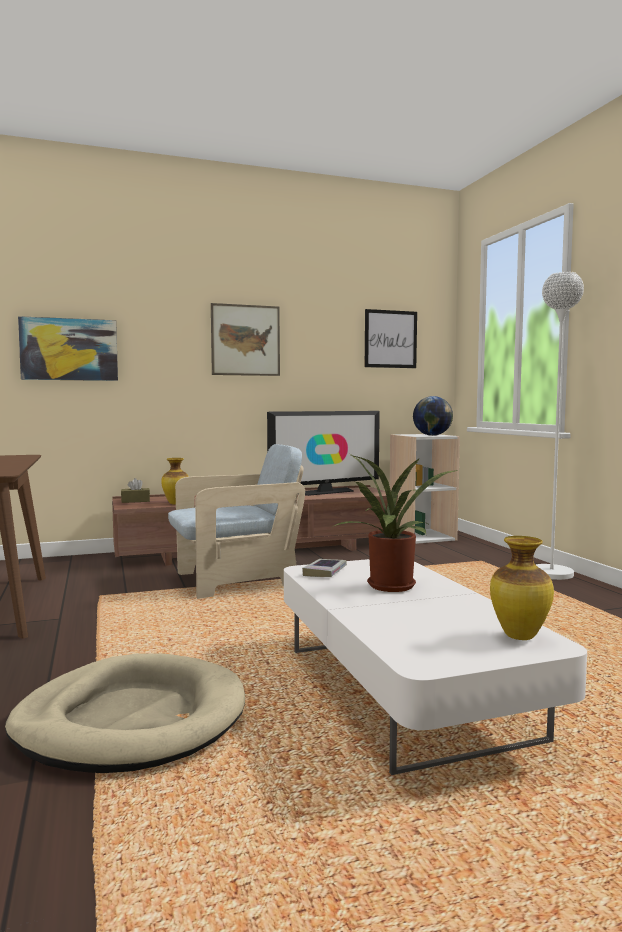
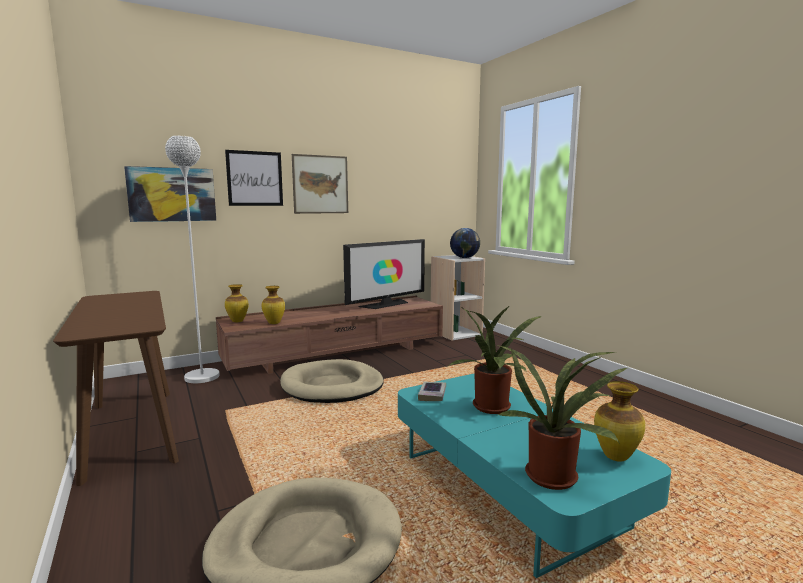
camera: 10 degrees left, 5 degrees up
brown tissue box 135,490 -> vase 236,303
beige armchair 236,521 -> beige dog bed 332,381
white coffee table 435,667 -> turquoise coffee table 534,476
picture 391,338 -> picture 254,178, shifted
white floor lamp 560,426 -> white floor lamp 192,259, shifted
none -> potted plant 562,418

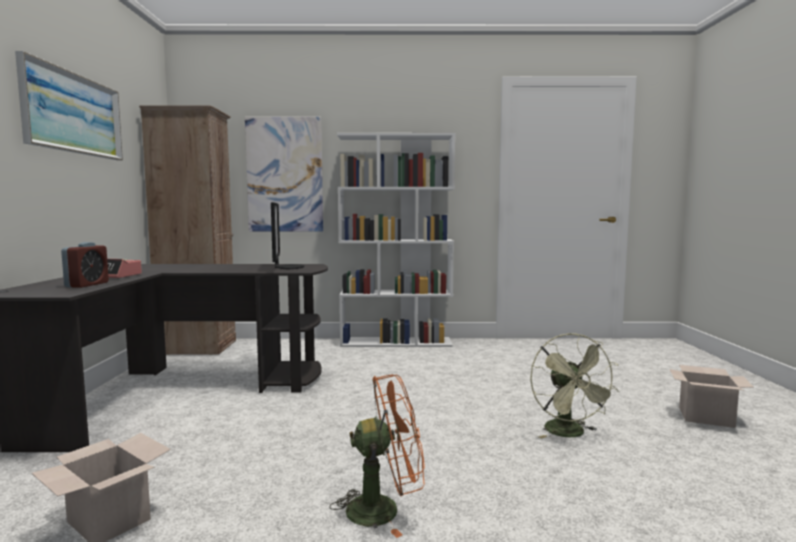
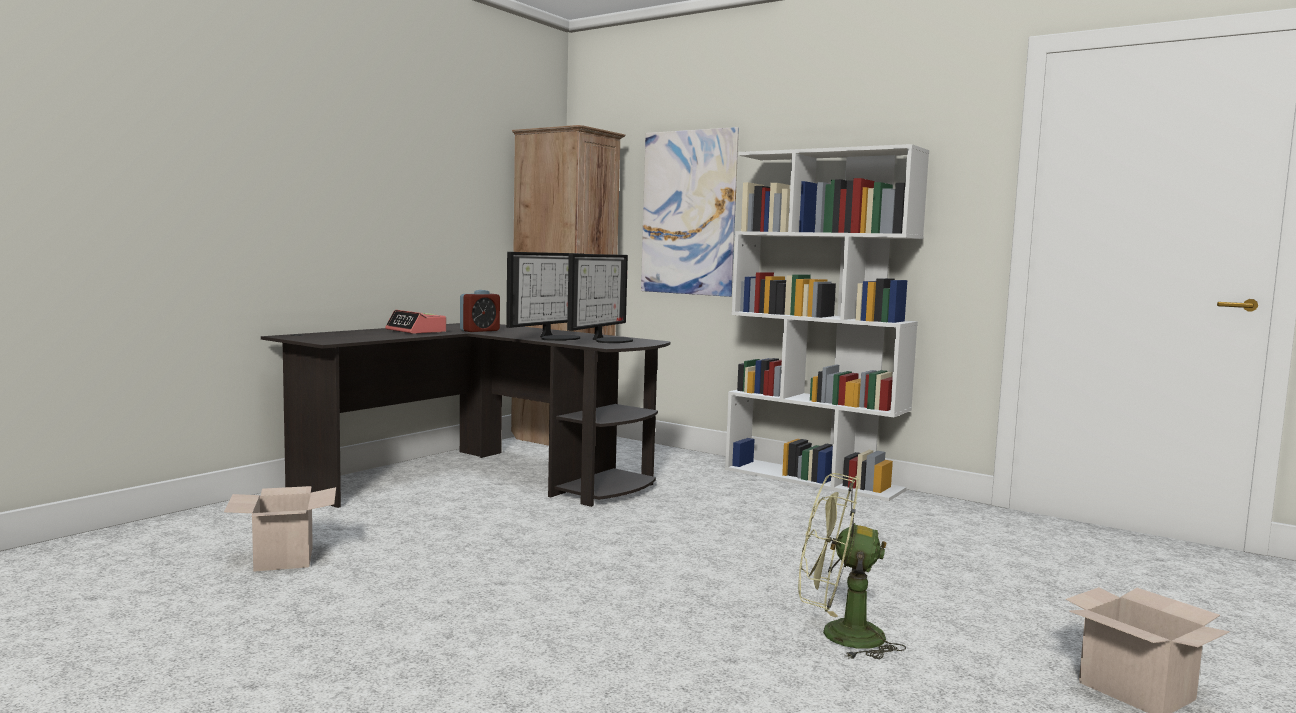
camera: 35 degrees right, 0 degrees up
picture 69,105 -> none
alarm clock 85,265 -> alarm clock 480,311, shifted
orange fan 377,456 -> none
green fan 574,386 -> green fan 852,566, 75 degrees clockwise
none -> monitor 544,296

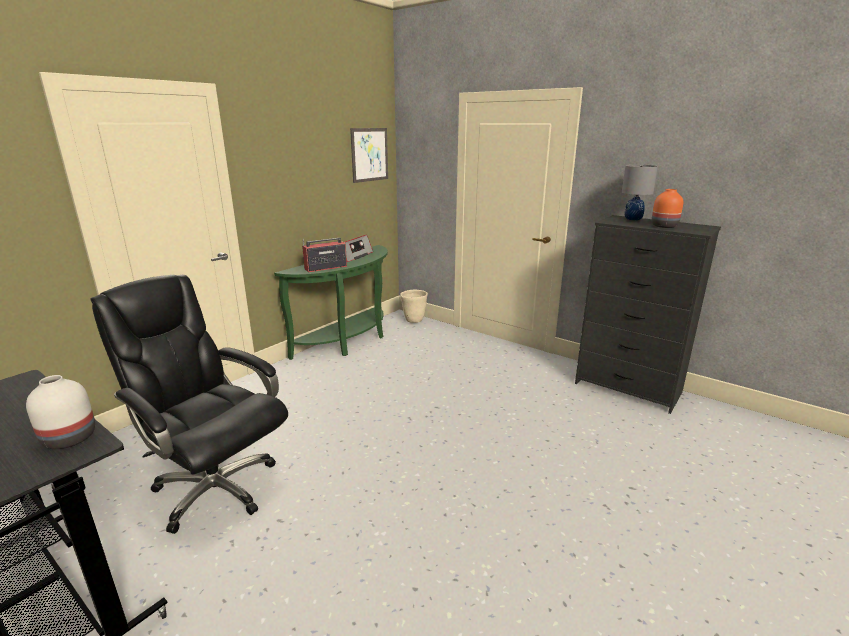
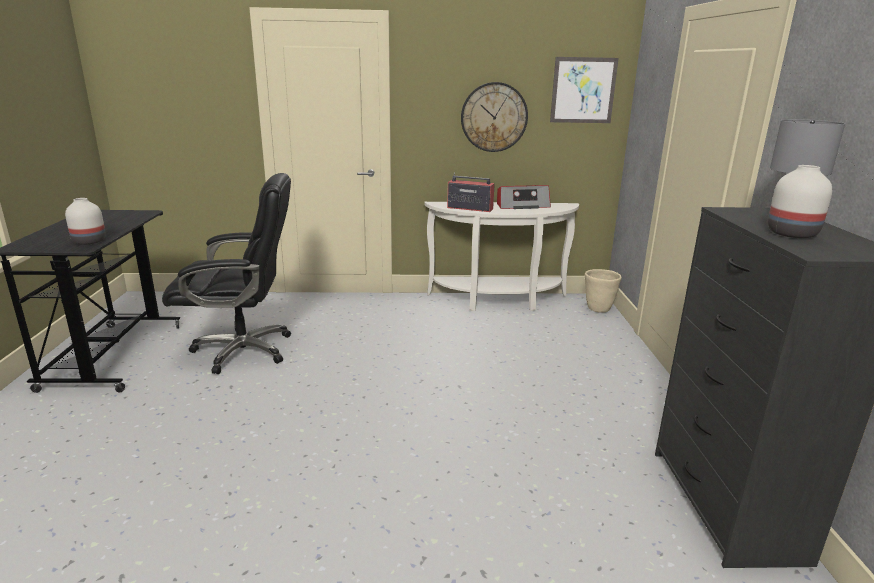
camera: 50 degrees right, 0 degrees up
black office chair 189,404 -> black office chair 226,273, 90 degrees clockwise
green console table 331,302 -> white console table 501,256
orange vase 667,208 -> white vase 800,201
none -> wall clock 494,117

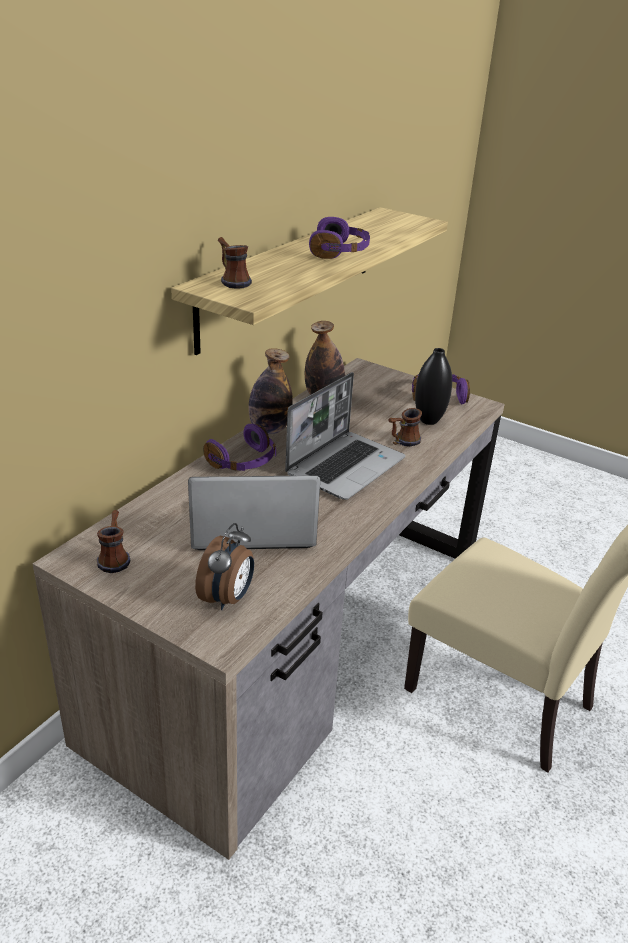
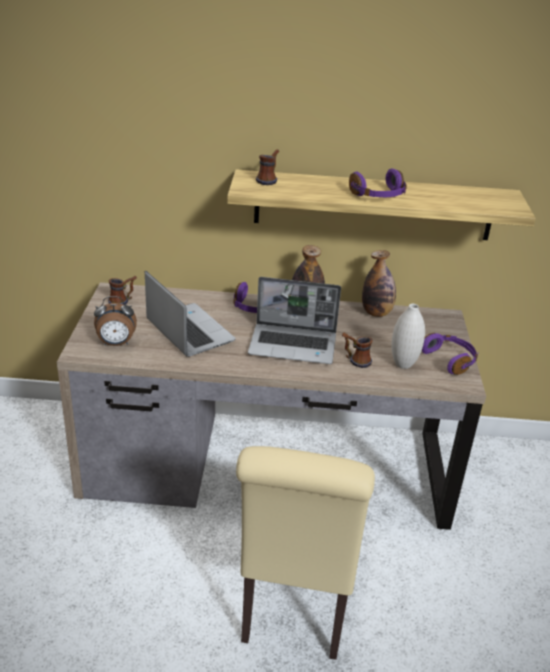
camera: 60 degrees right, 0 degrees up
black vase 433,386 -> white vase 408,336

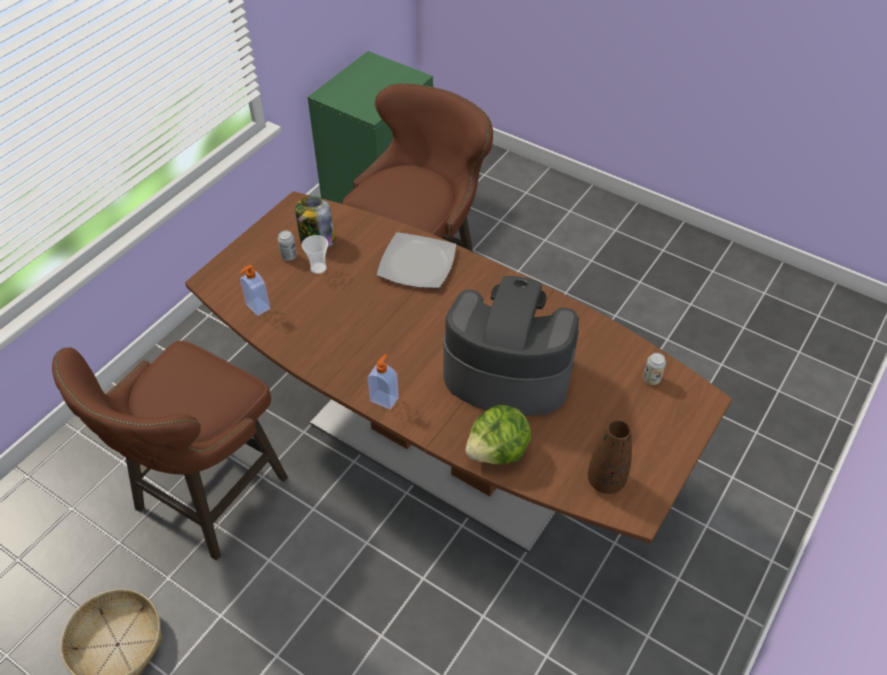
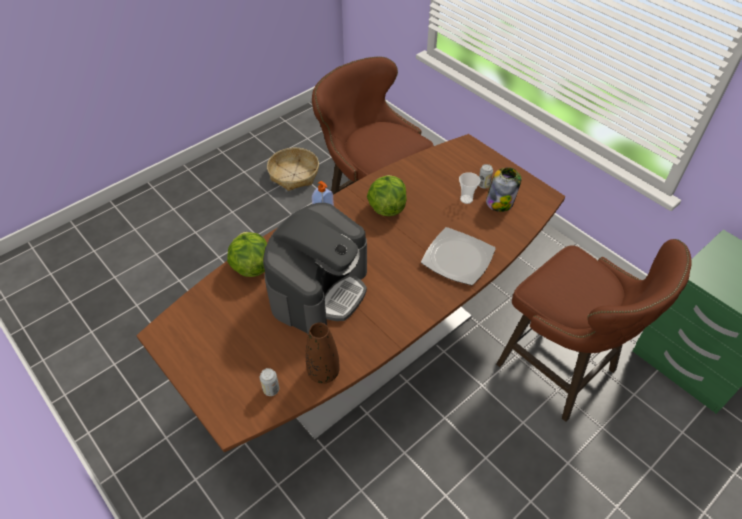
camera: 105 degrees right, 0 degrees up
soap dispenser 255,290 -> none
brown vase 610,457 -> brown vase 323,353, shifted
none -> lettuce 387,195

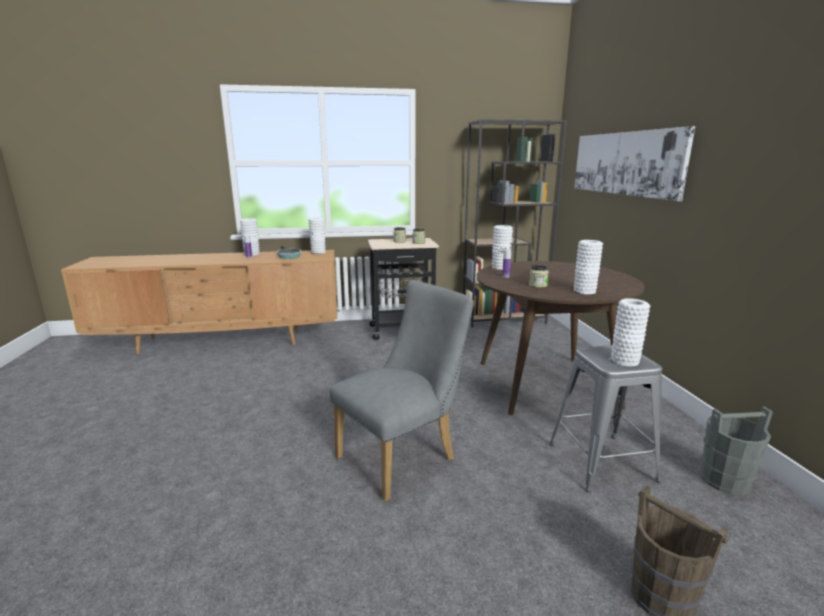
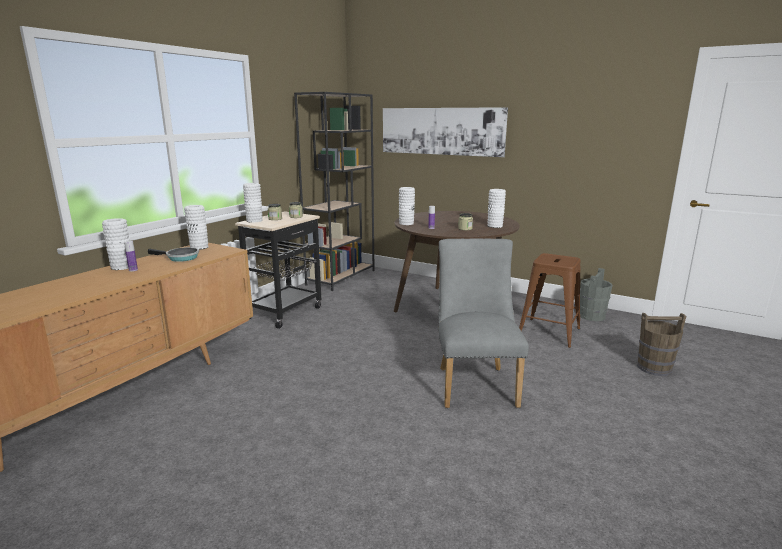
camera: 50 degrees left, 0 degrees up
grey stool 605,418 -> brown stool 550,300
white vase 630,332 -> white vase 253,202, shifted

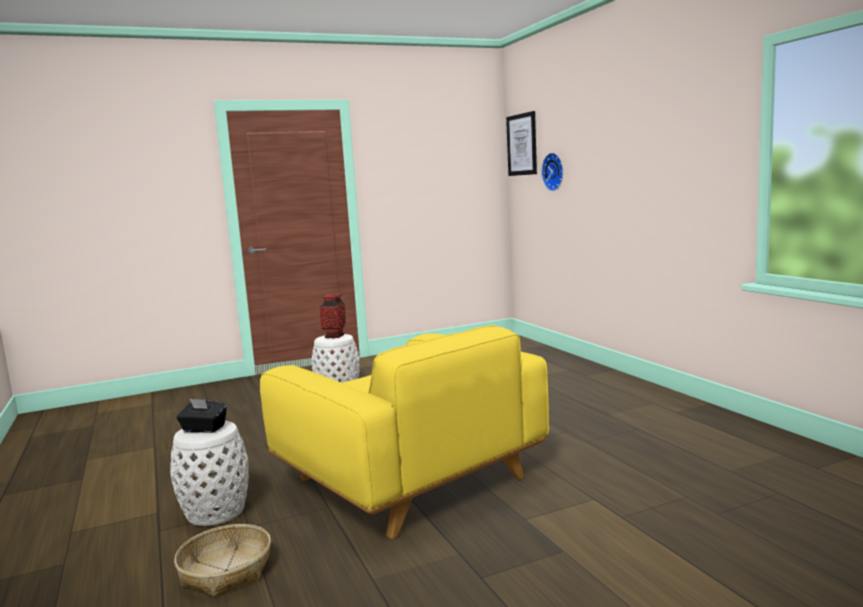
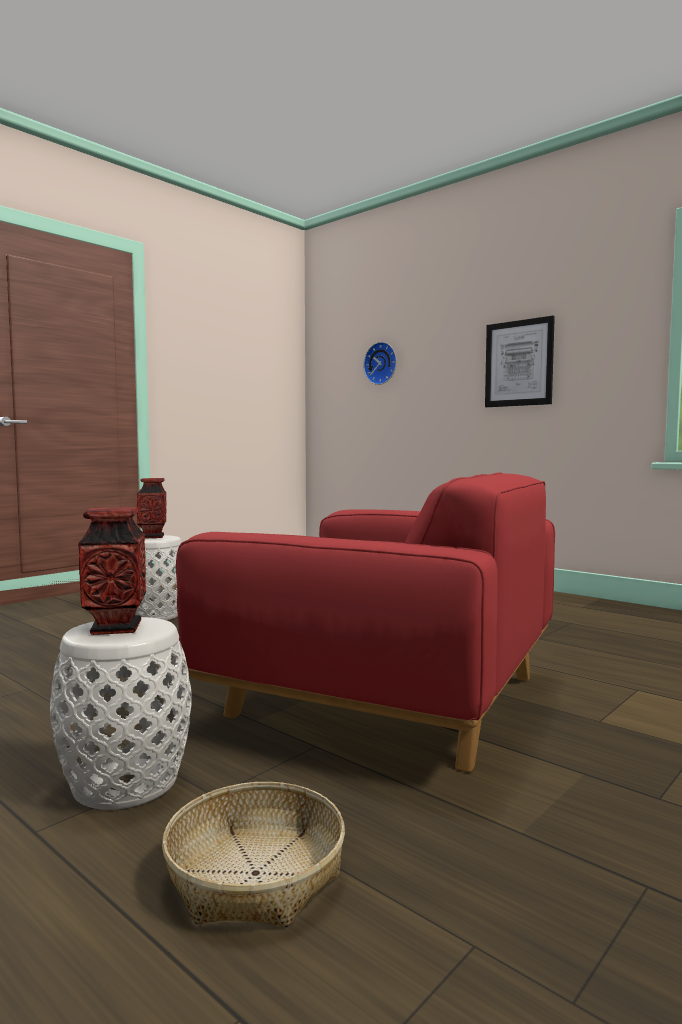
camera: 25 degrees left, 5 degrees down
black tissue box 202,416 -> vase 112,571
yellow armchair 404,432 -> red armchair 365,622
picture 521,143 -> picture 520,361, shifted

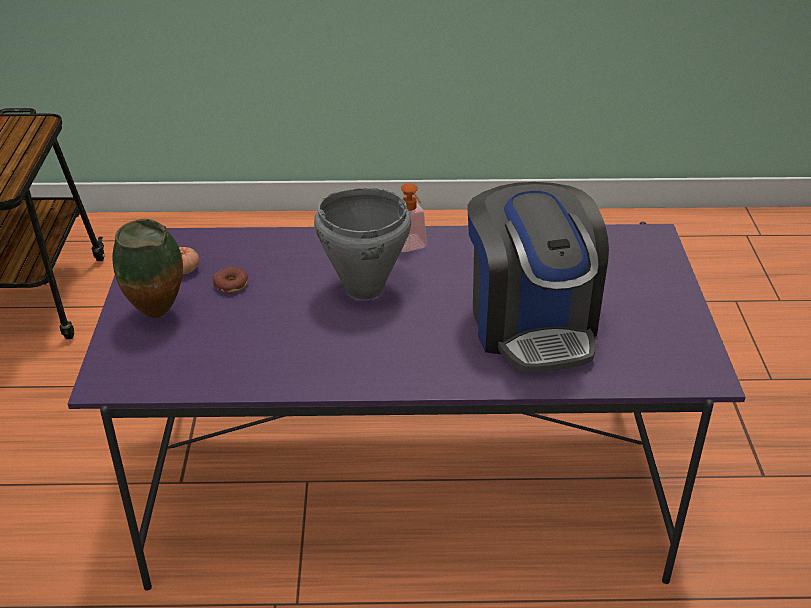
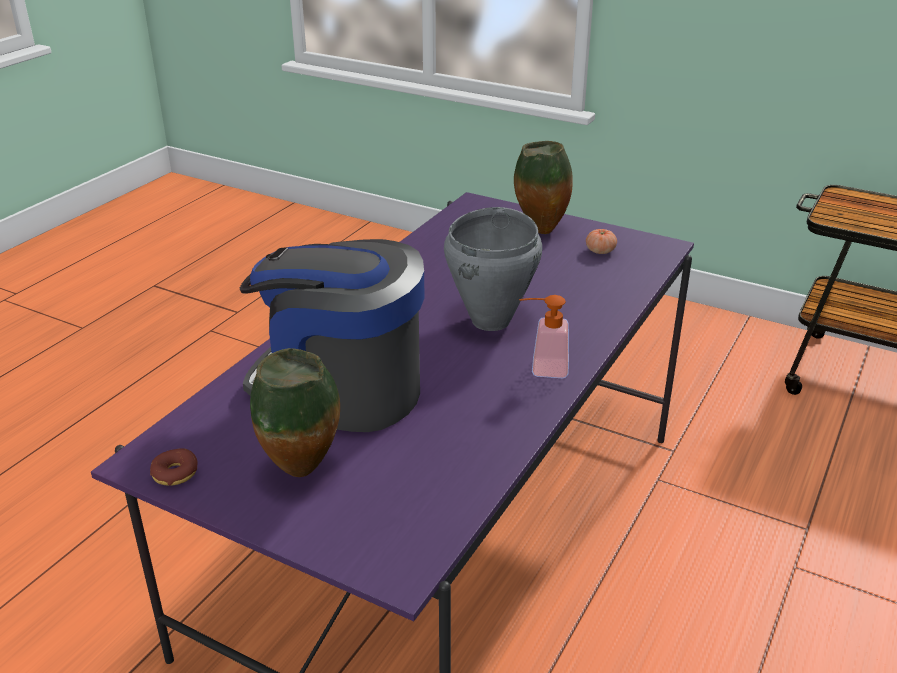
camera: 120 degrees right, 5 degrees down
donut 230,280 -> donut 174,467, shifted
none -> vase 295,412

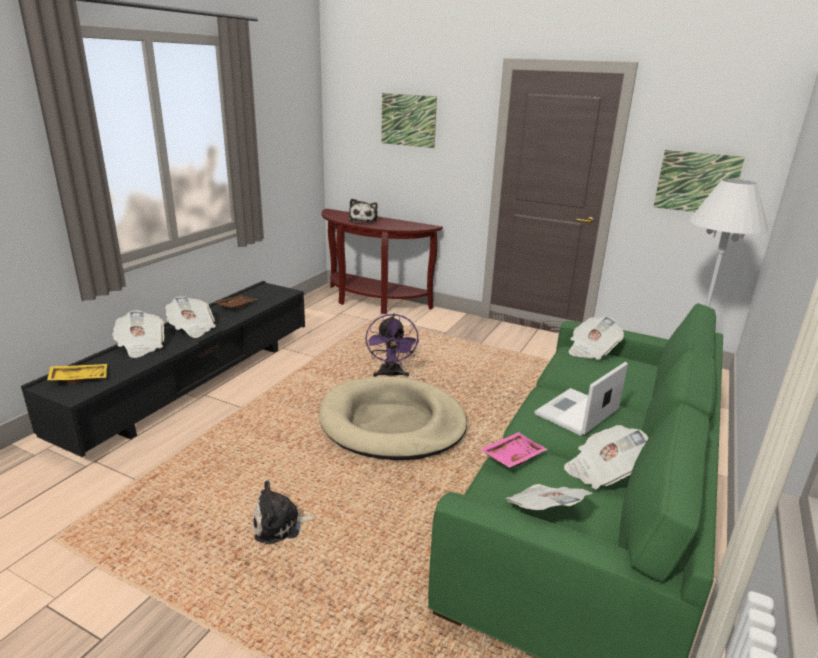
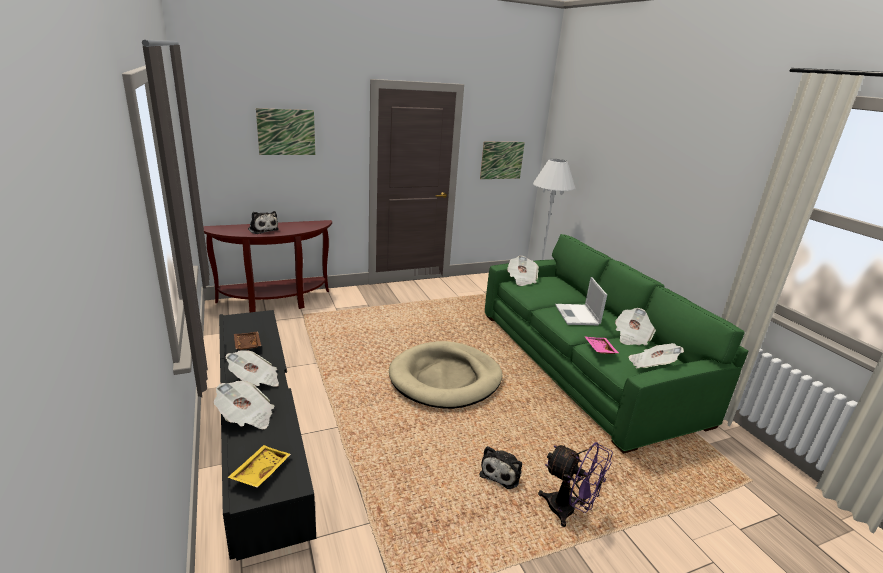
camera: 50 degrees left, 0 degrees up
purple fan 392,345 -> purple fan 575,484, shifted

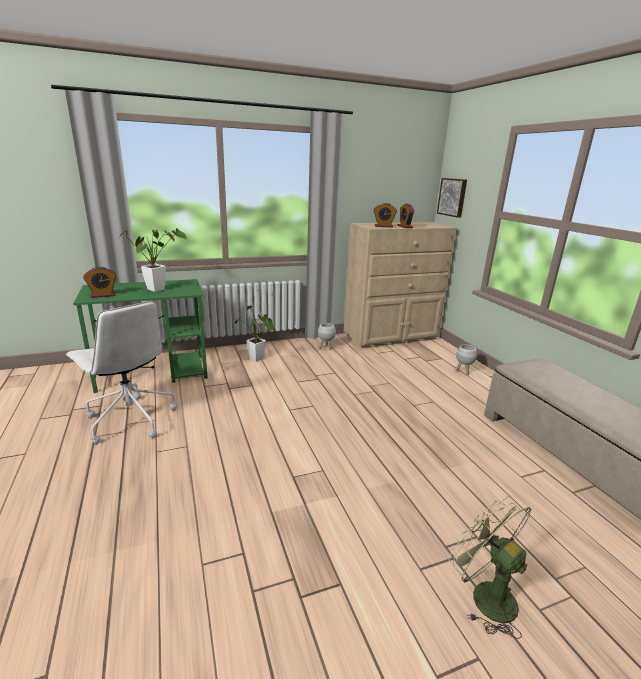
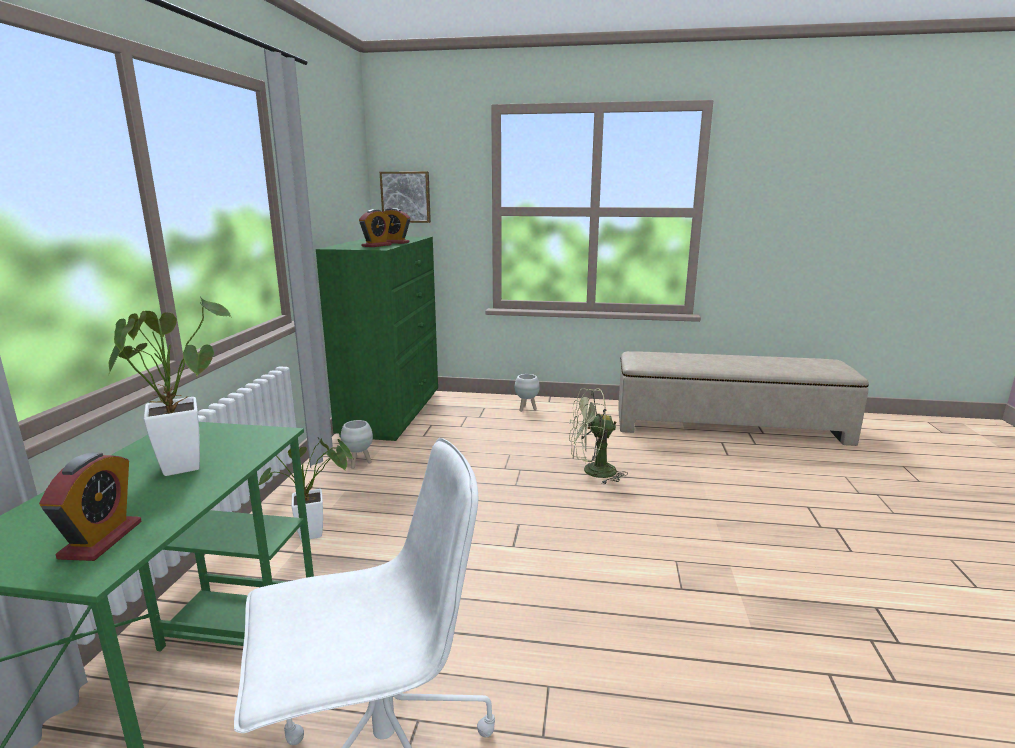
camera: 60 degrees left, 5 degrees down
beige dresser 400,285 -> green dresser 377,338
green fan 490,567 -> green fan 598,436, shifted

